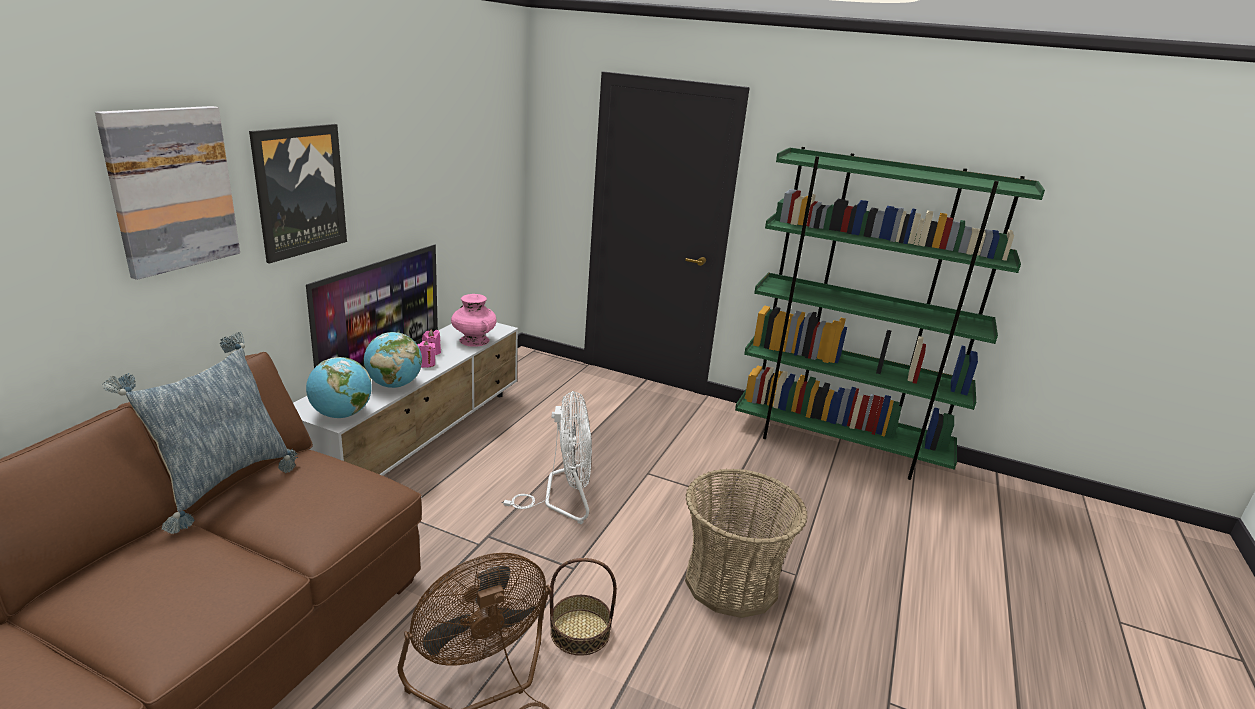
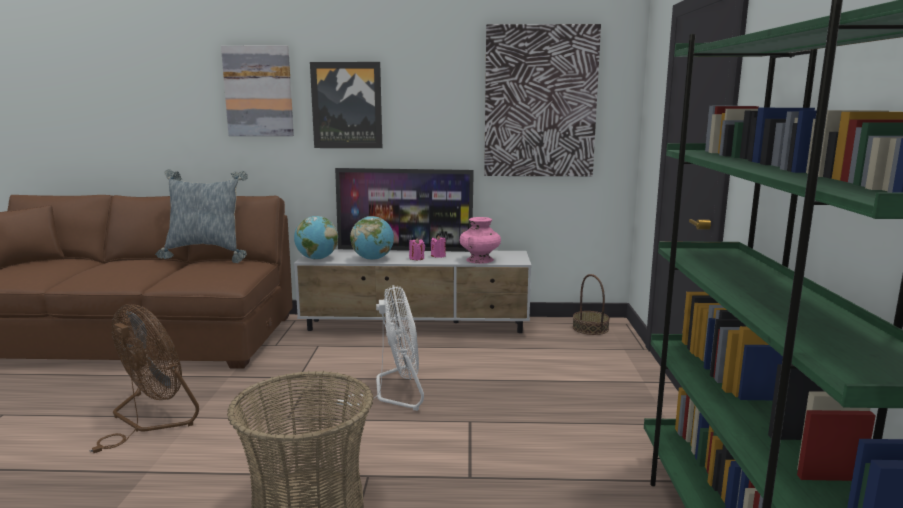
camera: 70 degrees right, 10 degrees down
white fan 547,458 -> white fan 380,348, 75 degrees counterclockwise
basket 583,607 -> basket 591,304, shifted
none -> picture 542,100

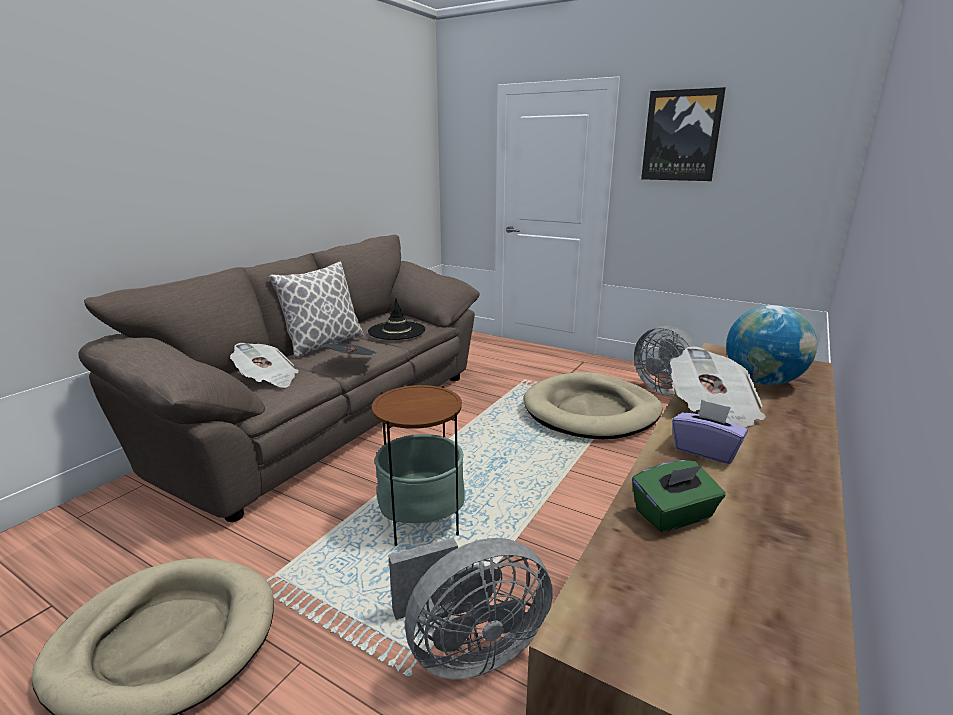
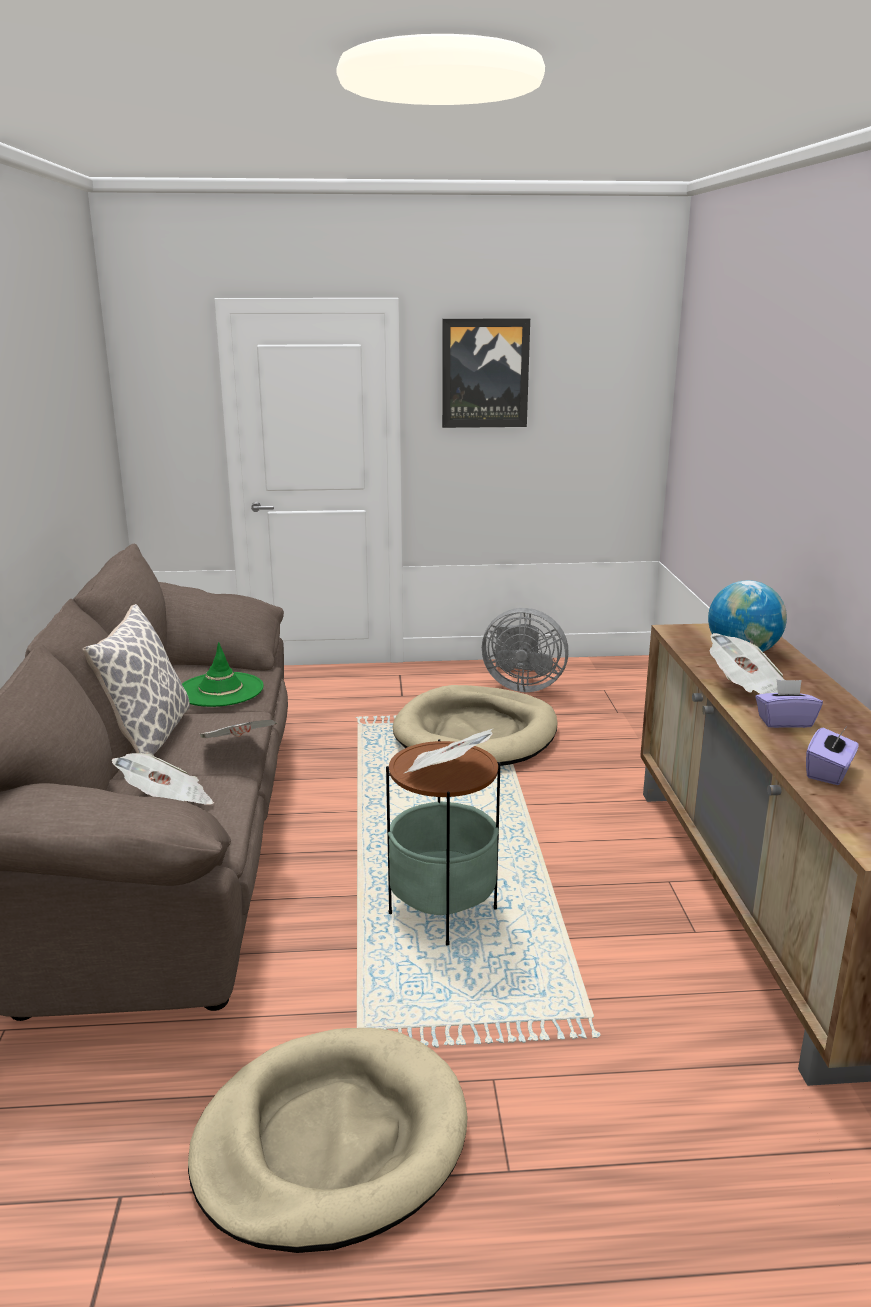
camera: 35 degrees left, 0 degrees up
black hat 396,319 -> green hat 223,674
grey fan 471,608 -> none
green tissue box 679,496 -> purple tissue box 832,756
none -> newspaper 447,751

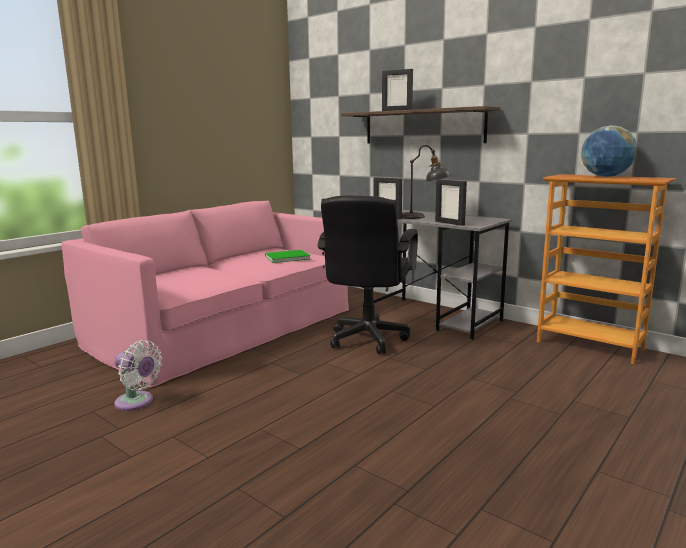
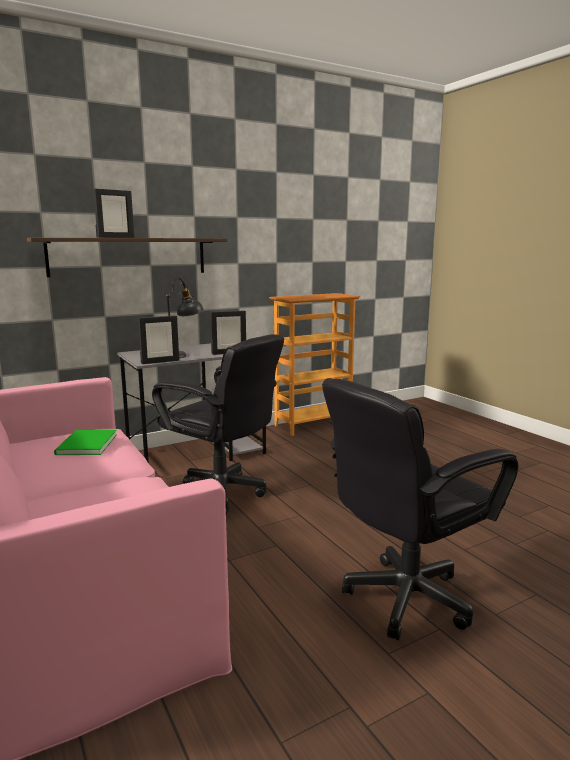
camera: 70 degrees left, 0 degrees up
white fan 138,375 -> none
globe 609,151 -> none
none -> black office chair 420,509

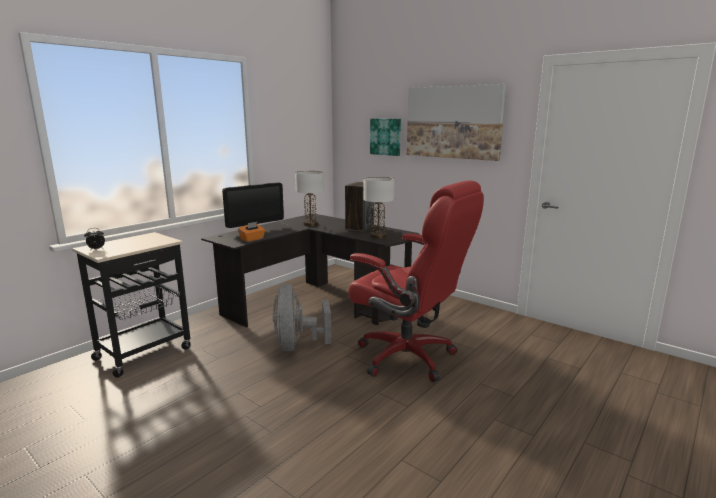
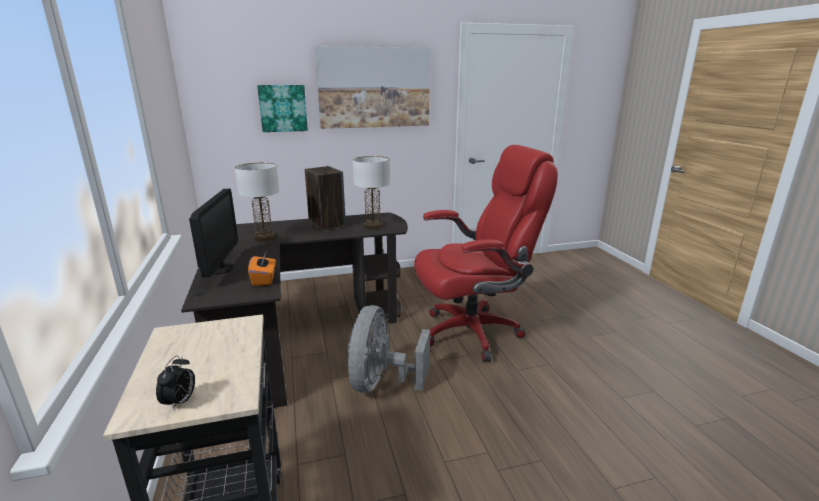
camera: 55 degrees left, 5 degrees up
grey fan 302,318 -> grey fan 389,349, 75 degrees clockwise

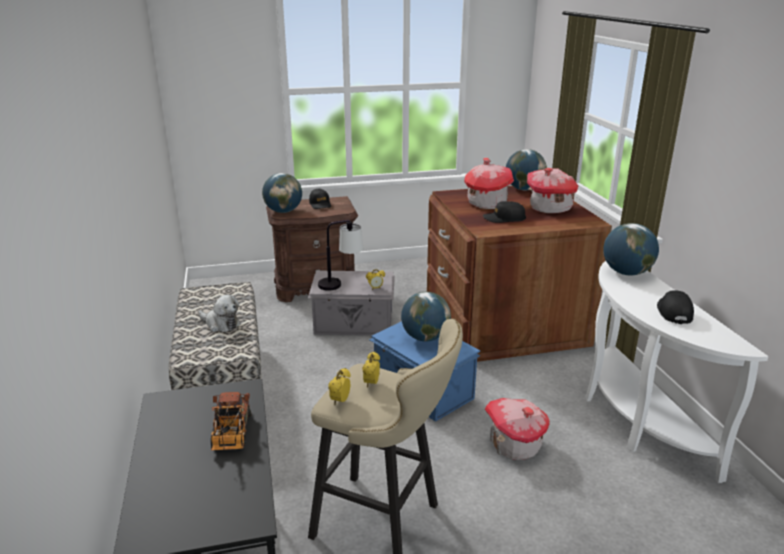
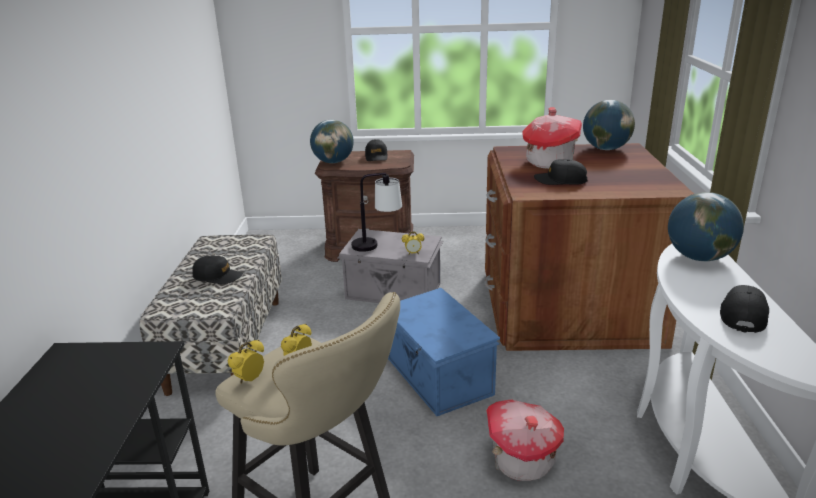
camera: 15 degrees right, 0 degrees up
plush toy 219,313 -> black cap 217,270
toy truck 231,421 -> none
globe 426,317 -> none
toy house 552,190 -> none

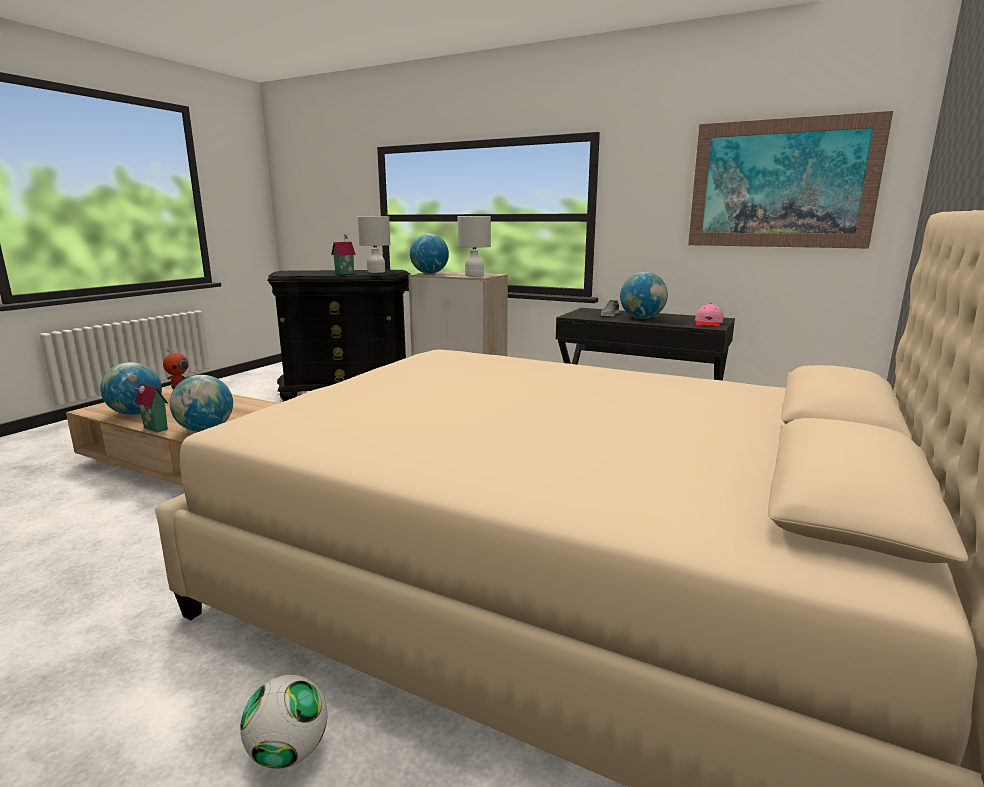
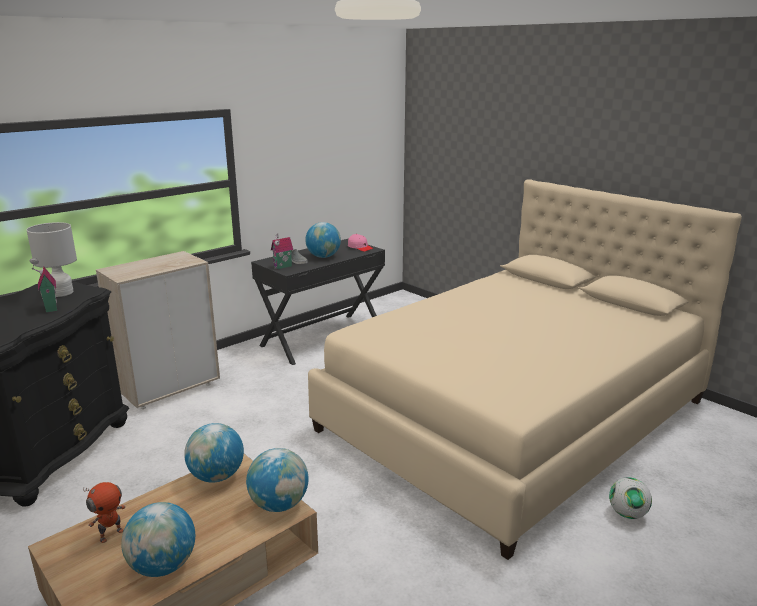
camera: 70 degrees left, 5 degrees up
toy house 147,404 -> toy house 282,251, shifted
globe 429,253 -> globe 214,453, shifted
grey table lamp 474,246 -> none
picture 790,180 -> none

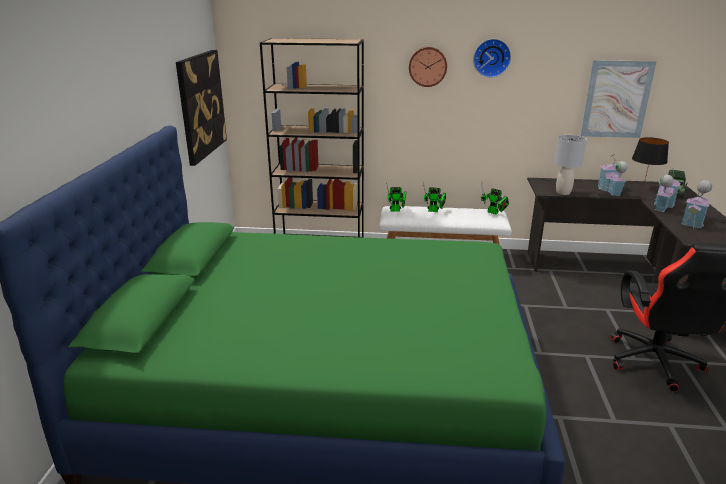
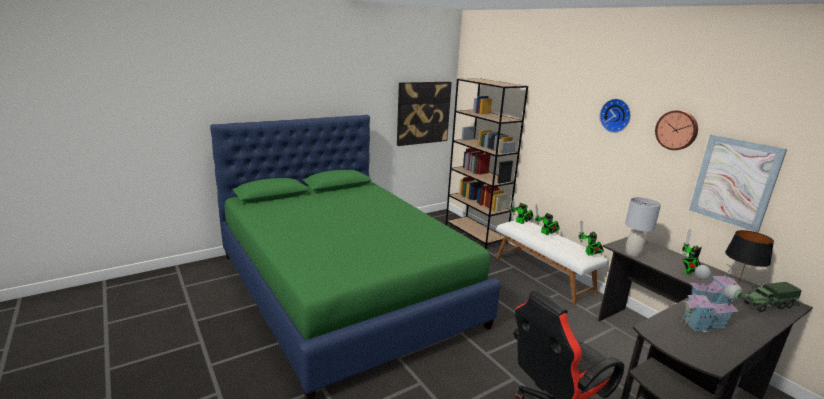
camera: 50 degrees right, 5 degrees down
wall clock 428,67 -> wall clock 676,130, shifted
toy house 612,175 -> toy robot 692,251

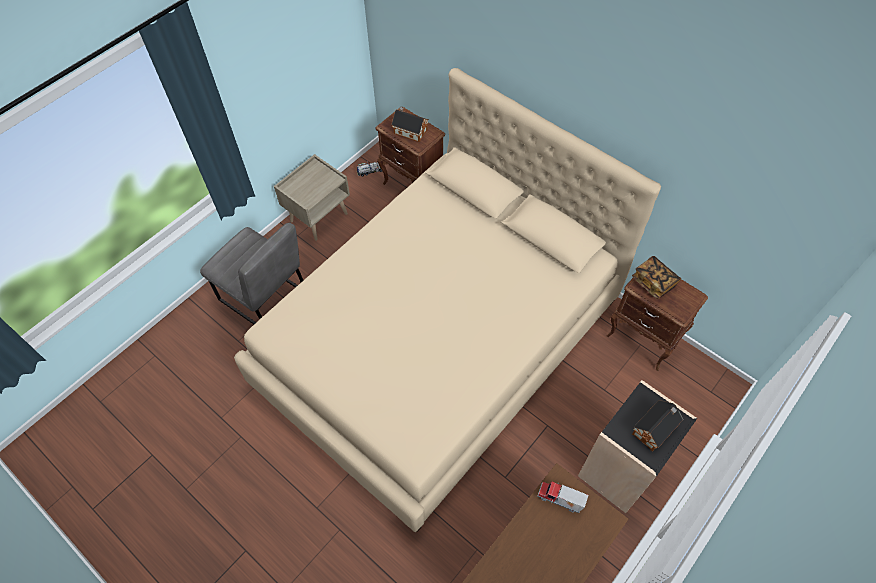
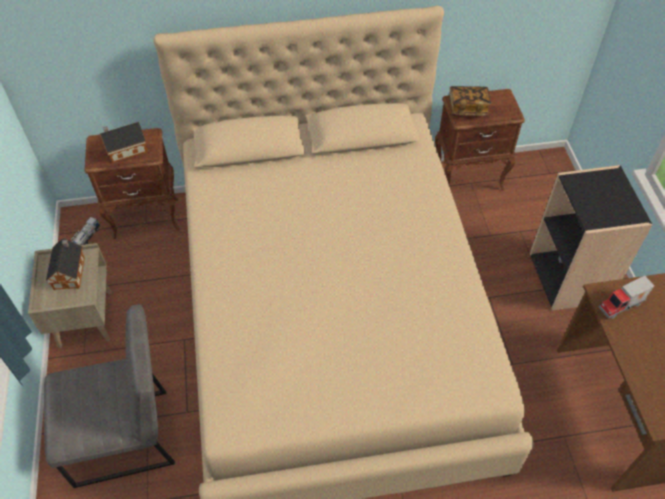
camera: 50 degrees left, 5 degrees down
toy house 657,426 -> toy house 65,264, shifted

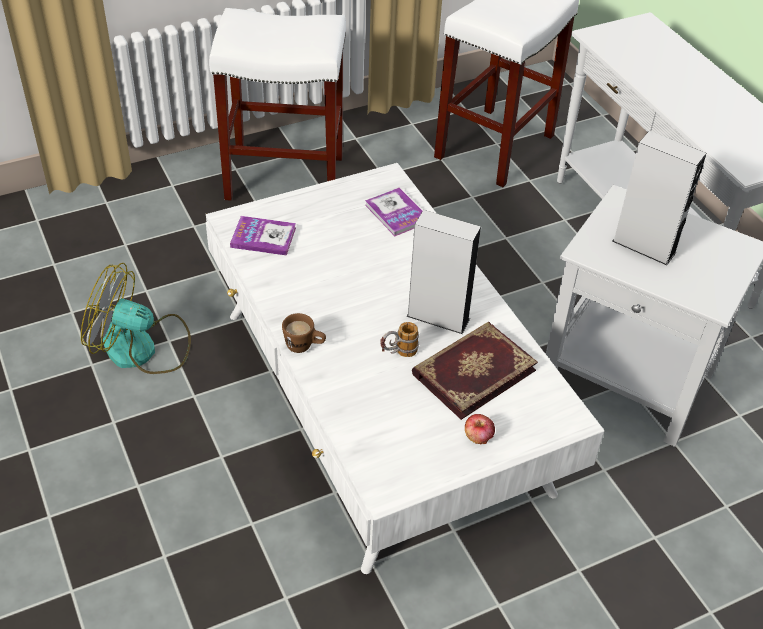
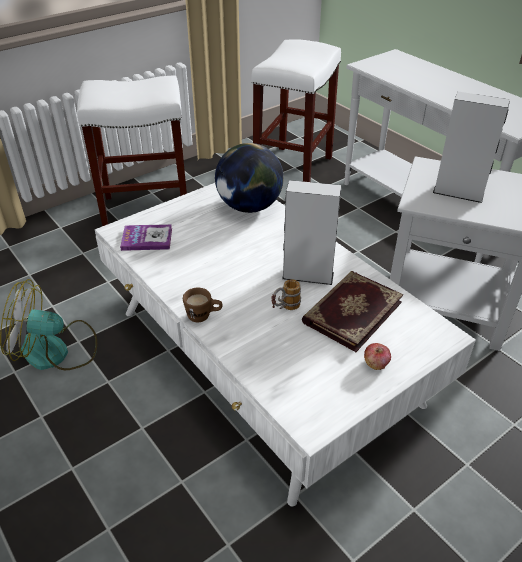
camera: 10 degrees left, 5 degrees down
book 393,212 -> globe 249,178

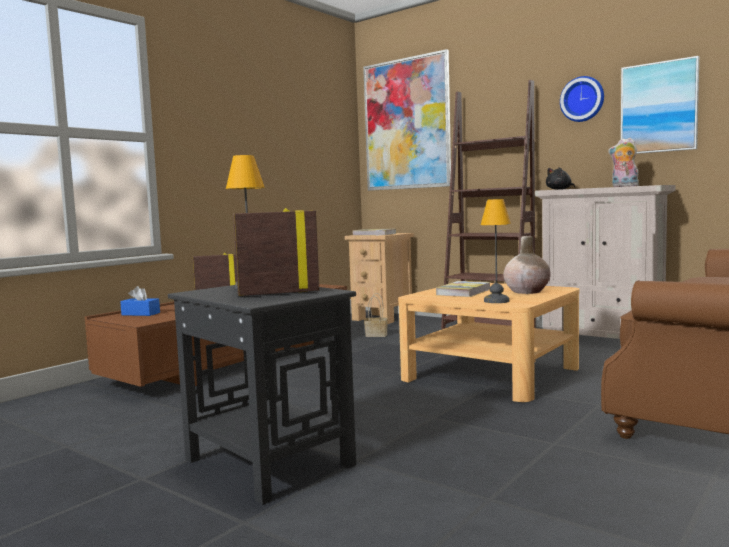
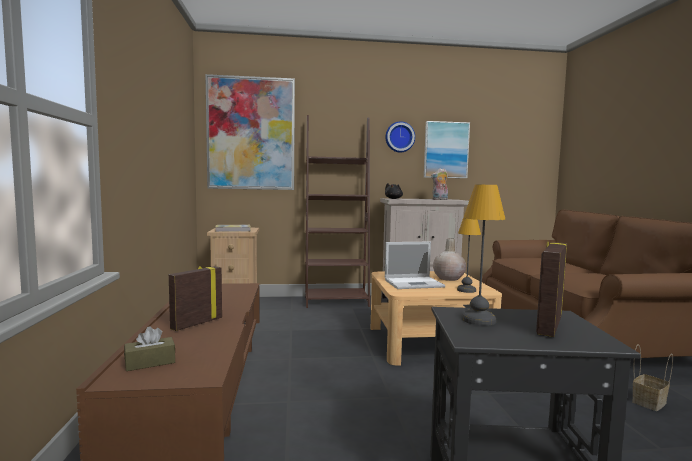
camera: 45 degrees left, 0 degrees up
blue tissue box 140,301 -> brown tissue box 149,348
basket 376,315 -> basket 652,378, shifted
book 463,289 -> laptop 415,265

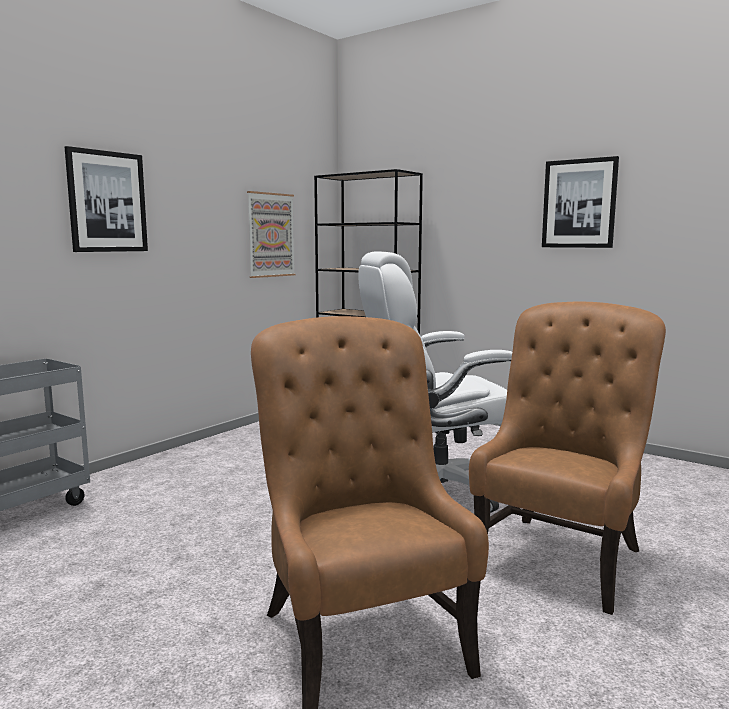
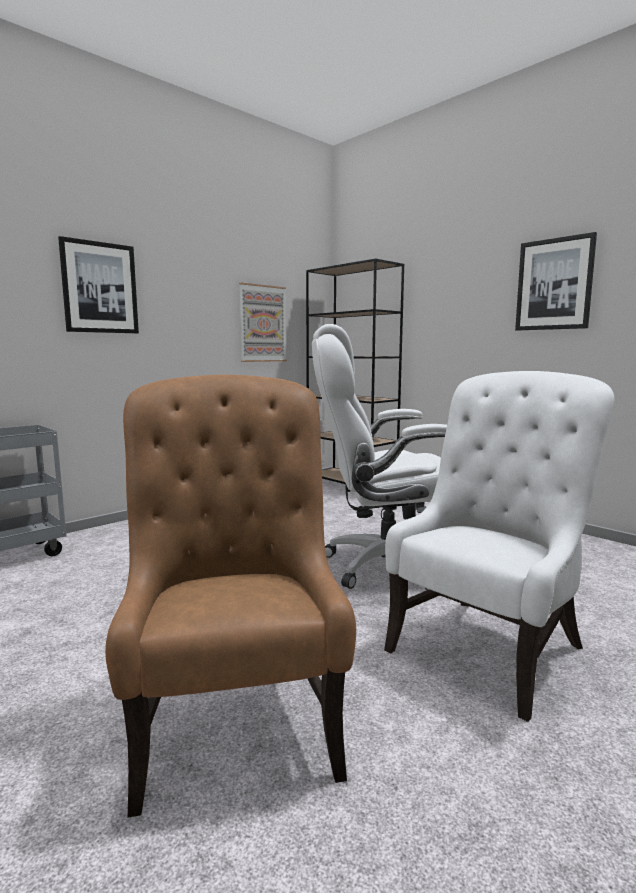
camera: 10 degrees right, 0 degrees up
brown chair 567,458 -> white chair 499,546

